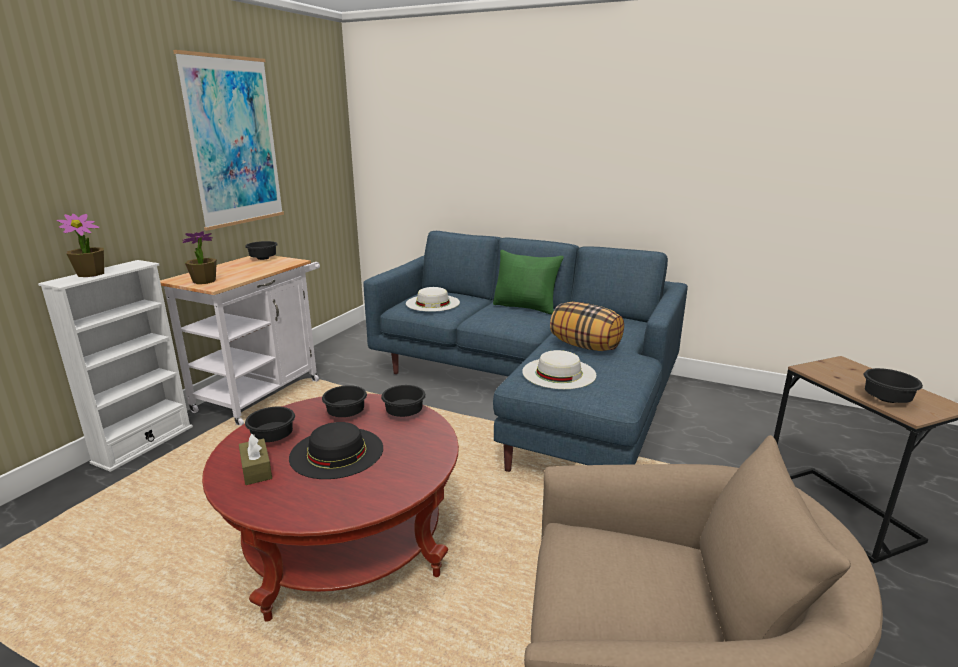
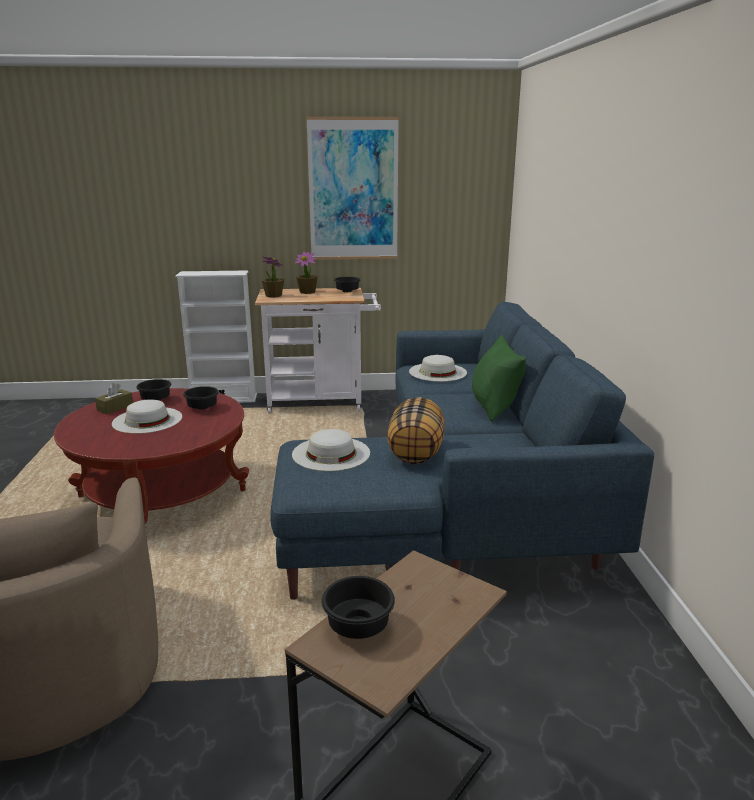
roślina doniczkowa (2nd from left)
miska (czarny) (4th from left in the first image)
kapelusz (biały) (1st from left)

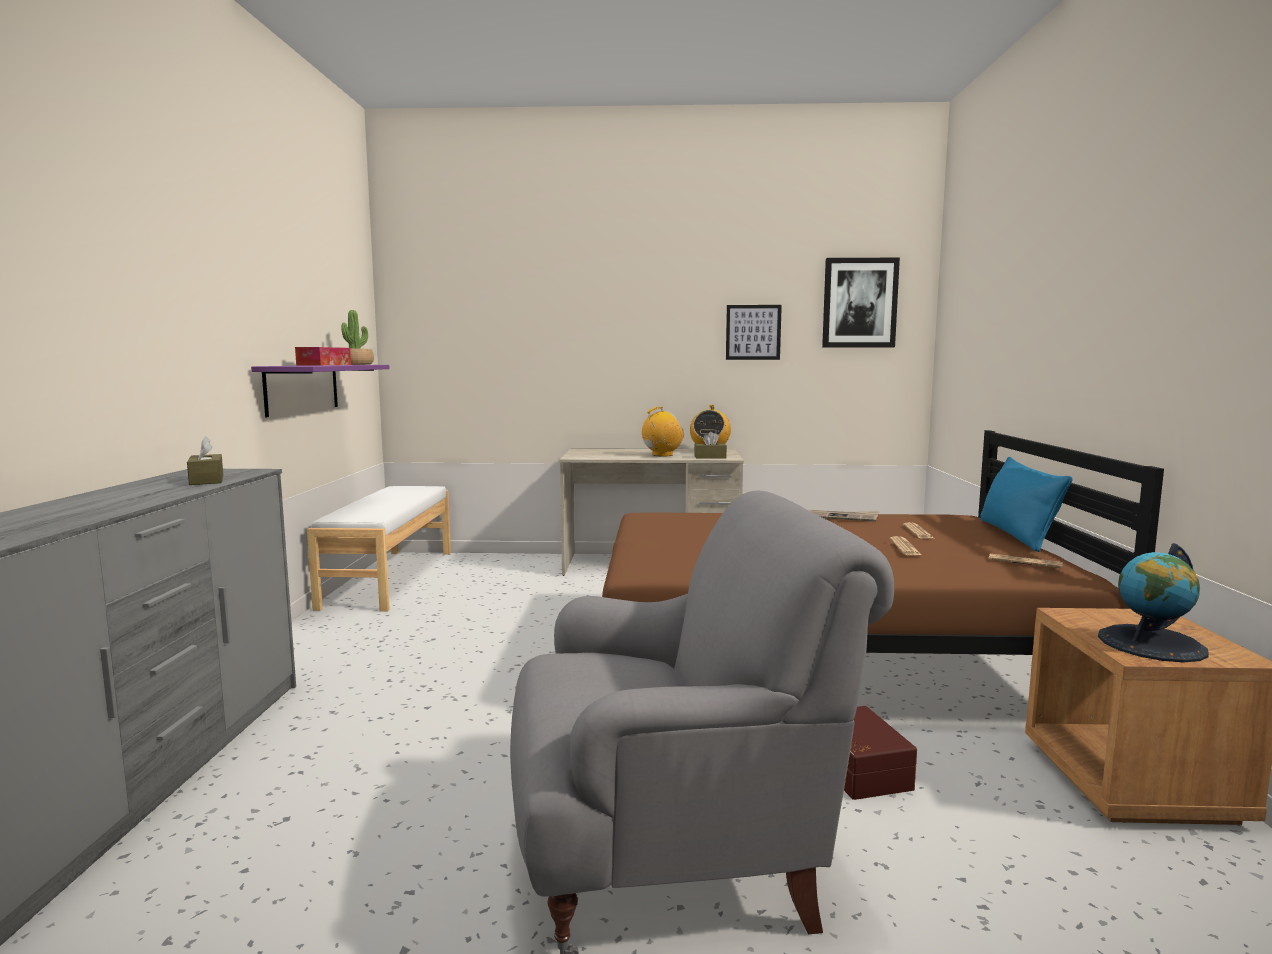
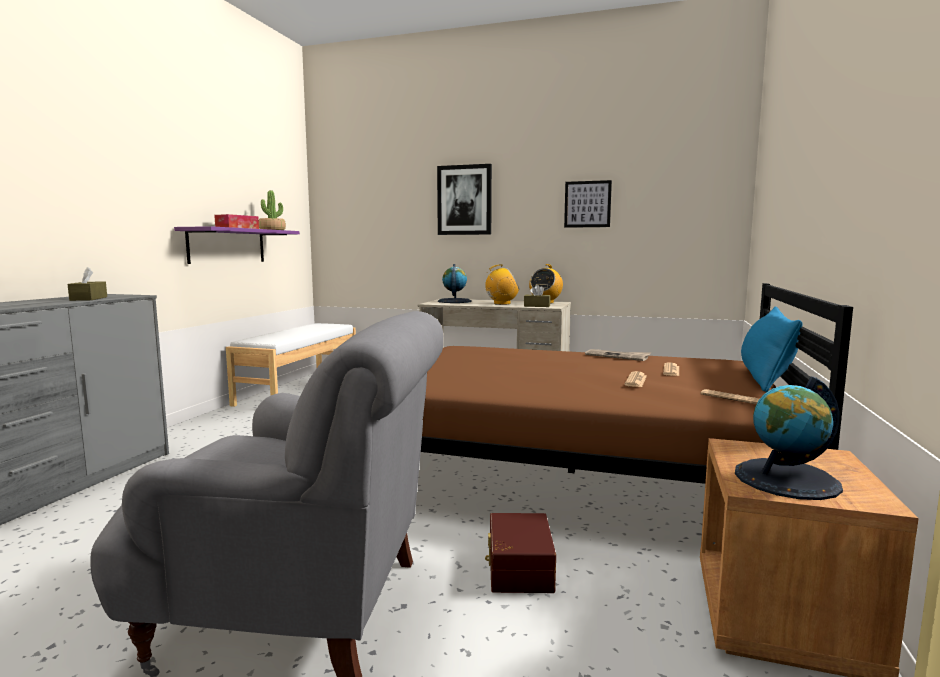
obraz (1st from left)
globus (1st from left)

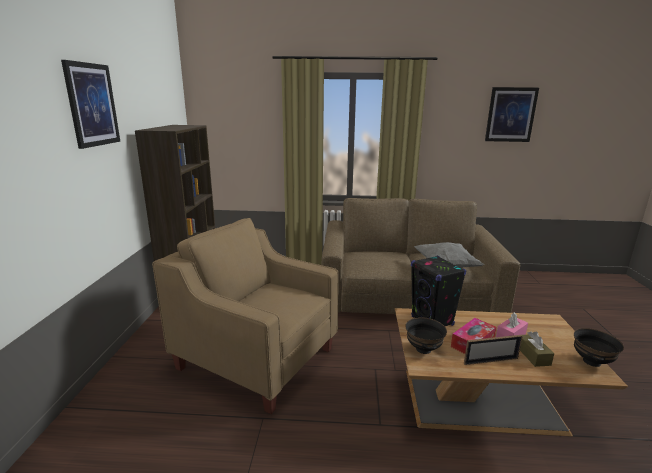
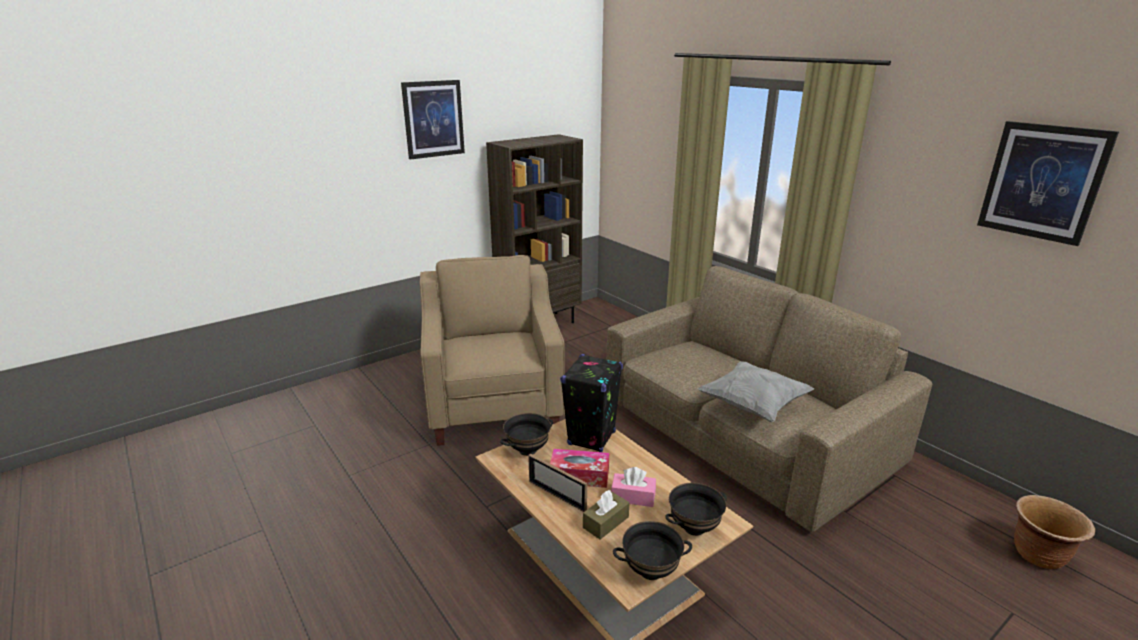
miska (czarny) (3rd from left)
donica (brązowy)

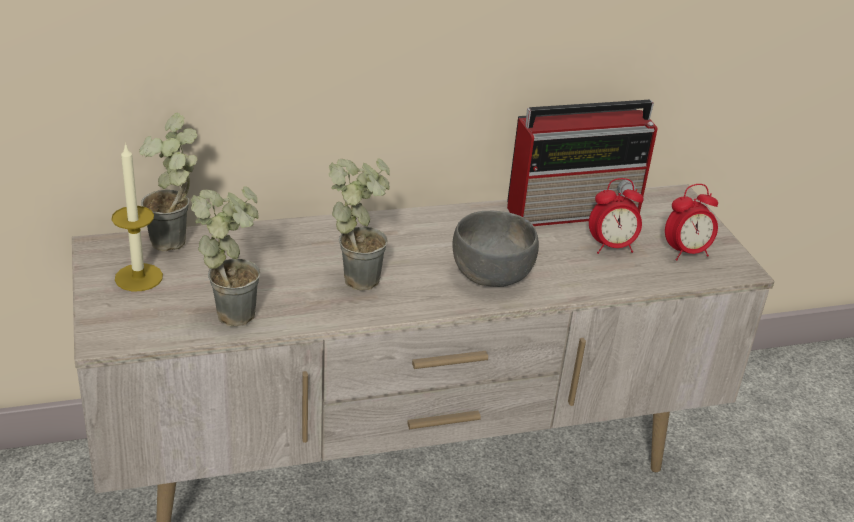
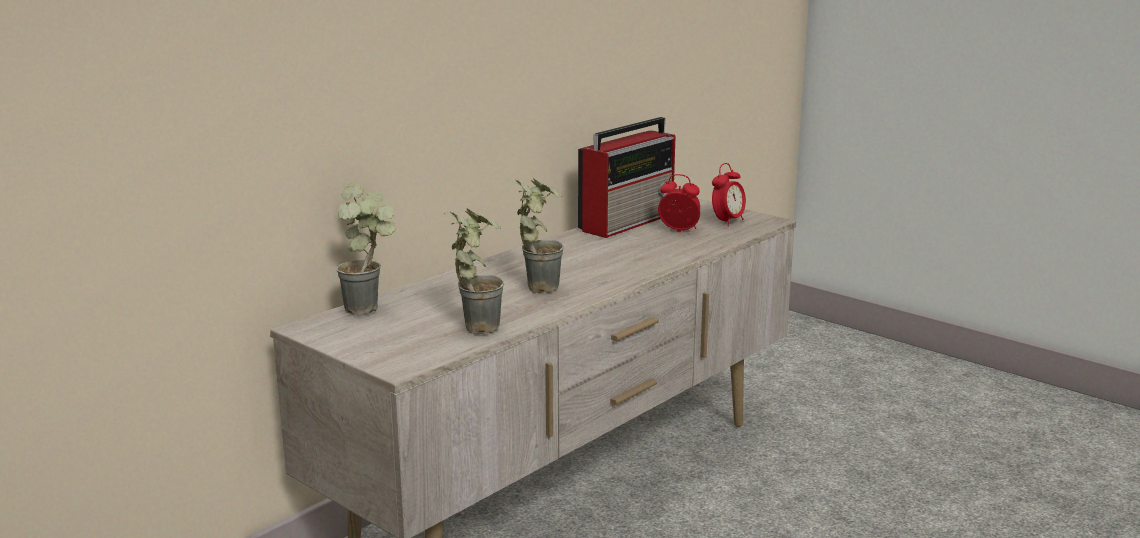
świeca
budzik (1st from left)
miska (szary)

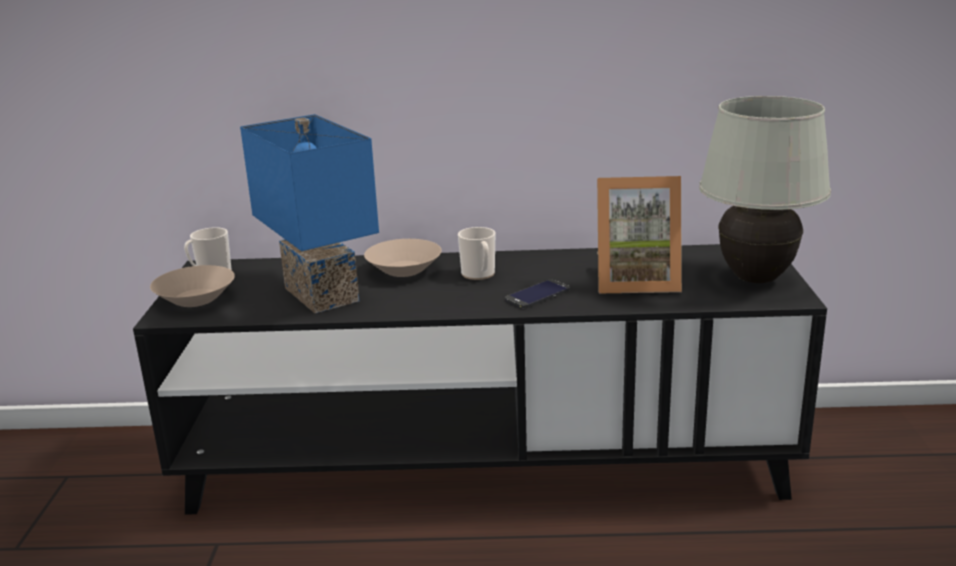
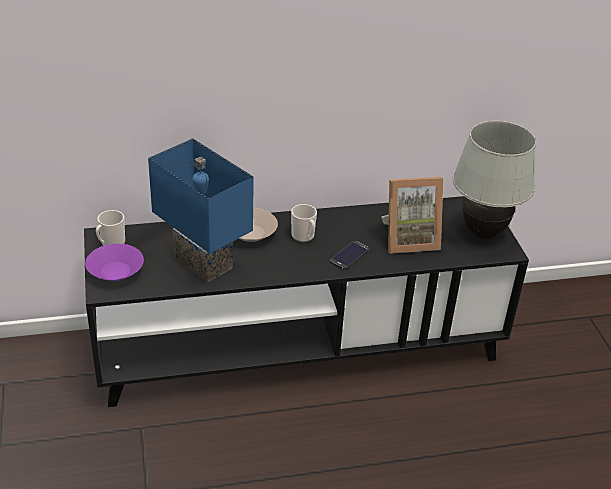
miska (fioletowy)

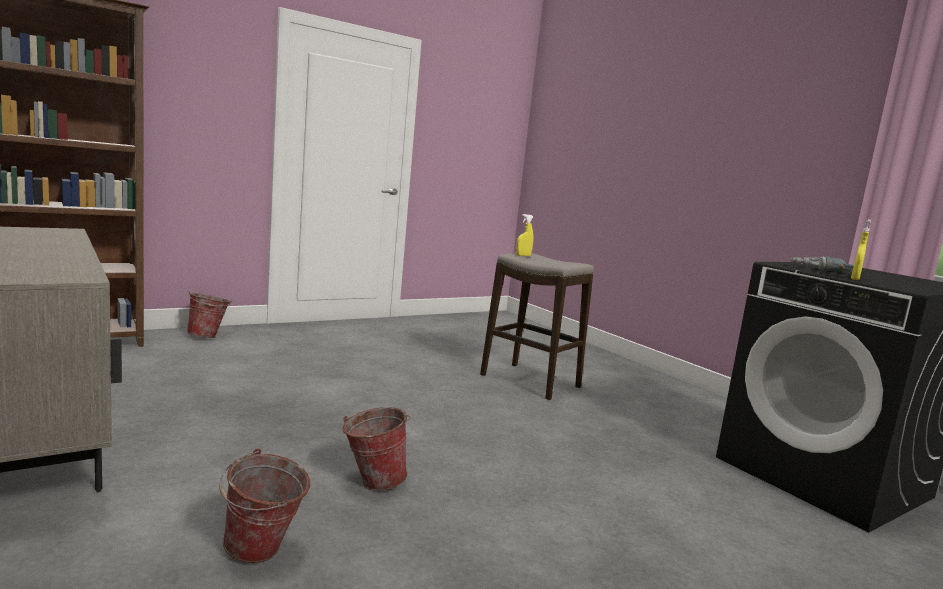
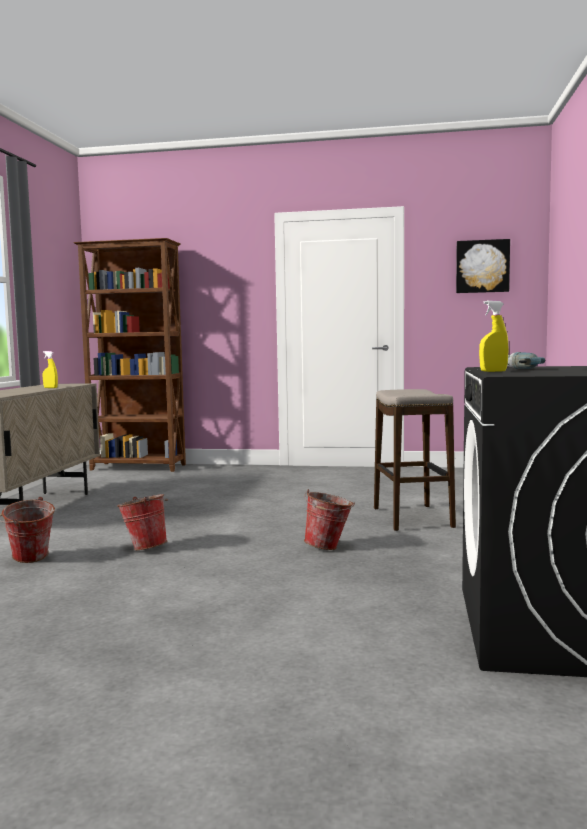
spryskiwacz (żółty) (1st from left)
wiadro (3rd from left)
obraz

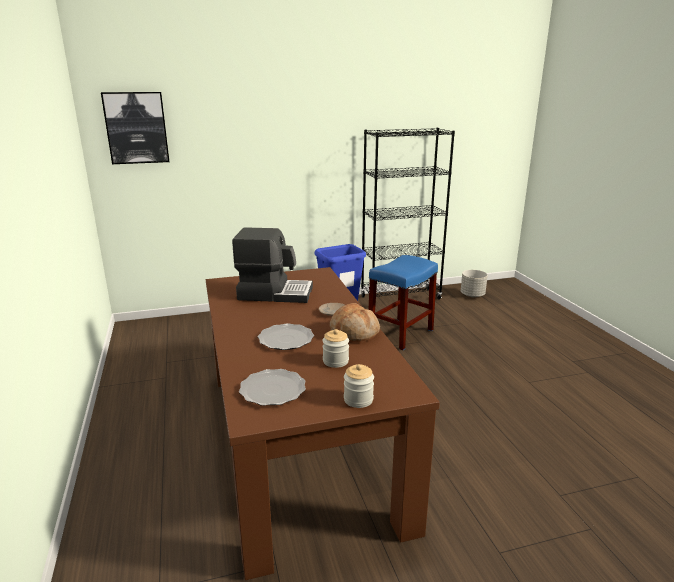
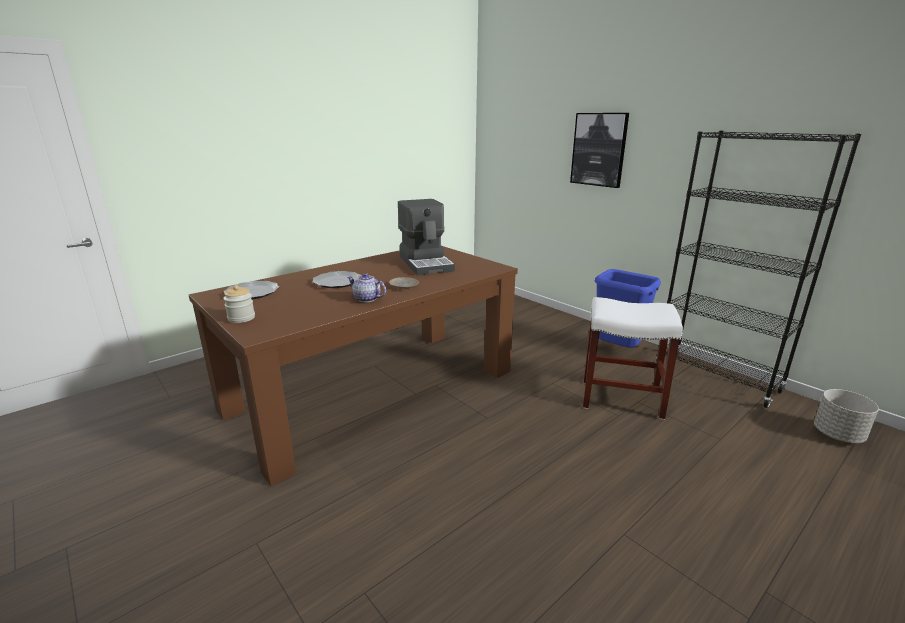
obraz
stołek (biały)
imbryk
słoik (1st from left in the first image)

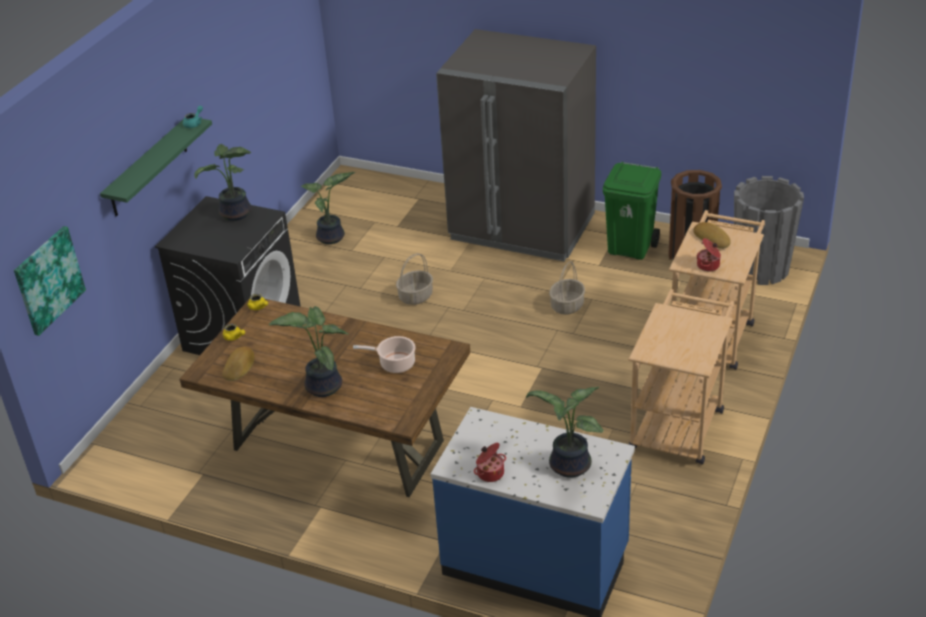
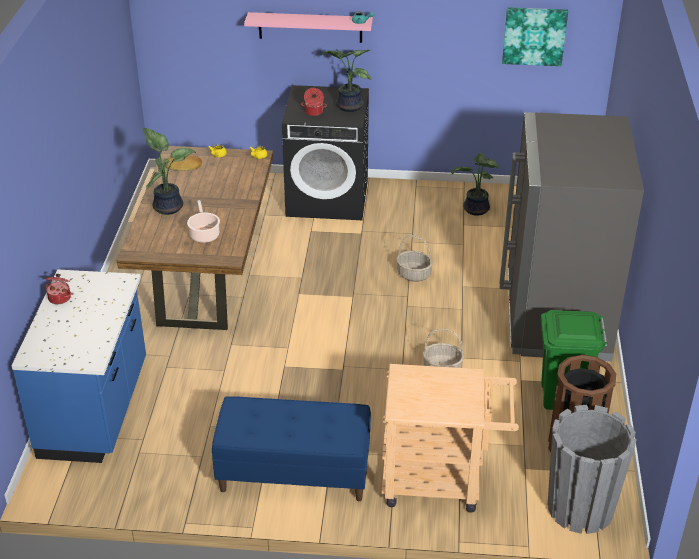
półka (różowy)
chleb (2nd from left in the first image)
obraz
garnek (3rd from left)
ławka (niebieski)
roślina doniczkowa (4th from left in the first image)

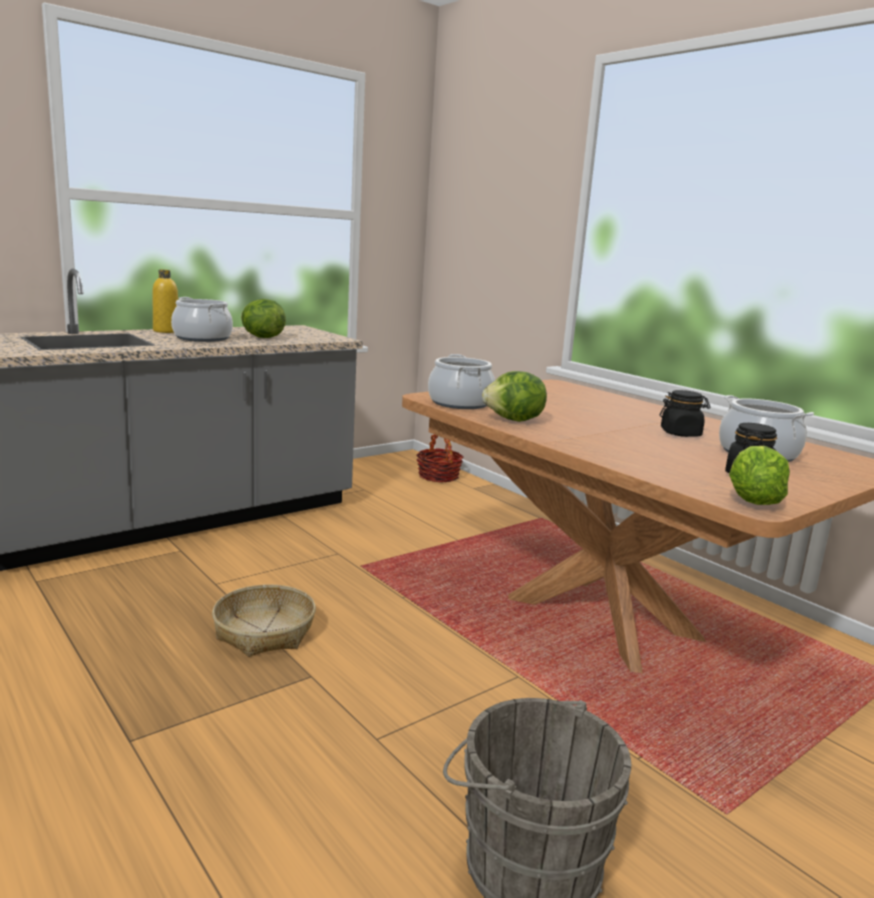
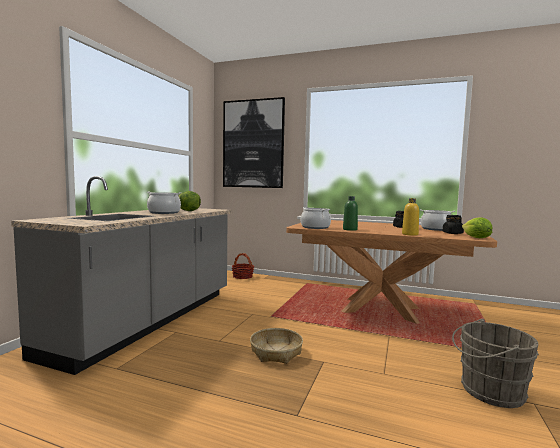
butelka (żółty)
butelka (zielony)
obraz

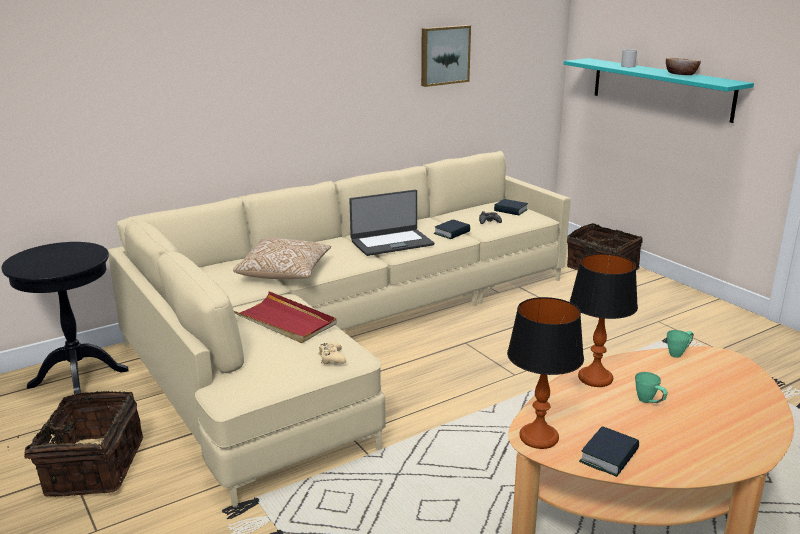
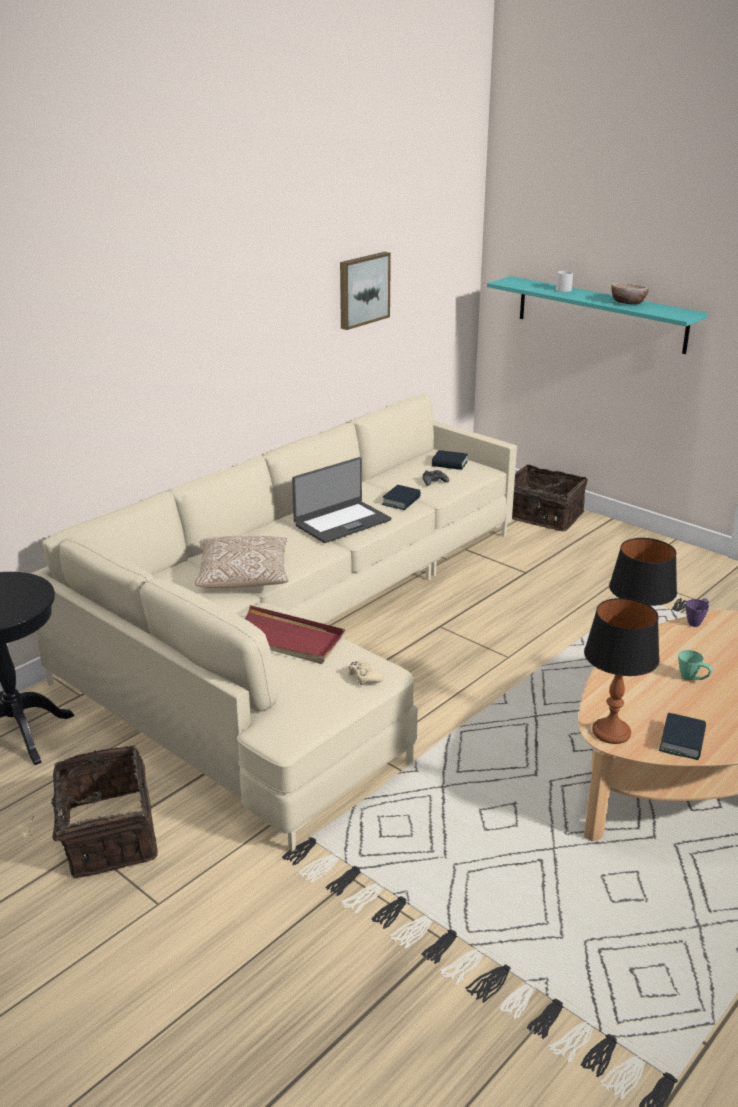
kubek (fioletowy)

